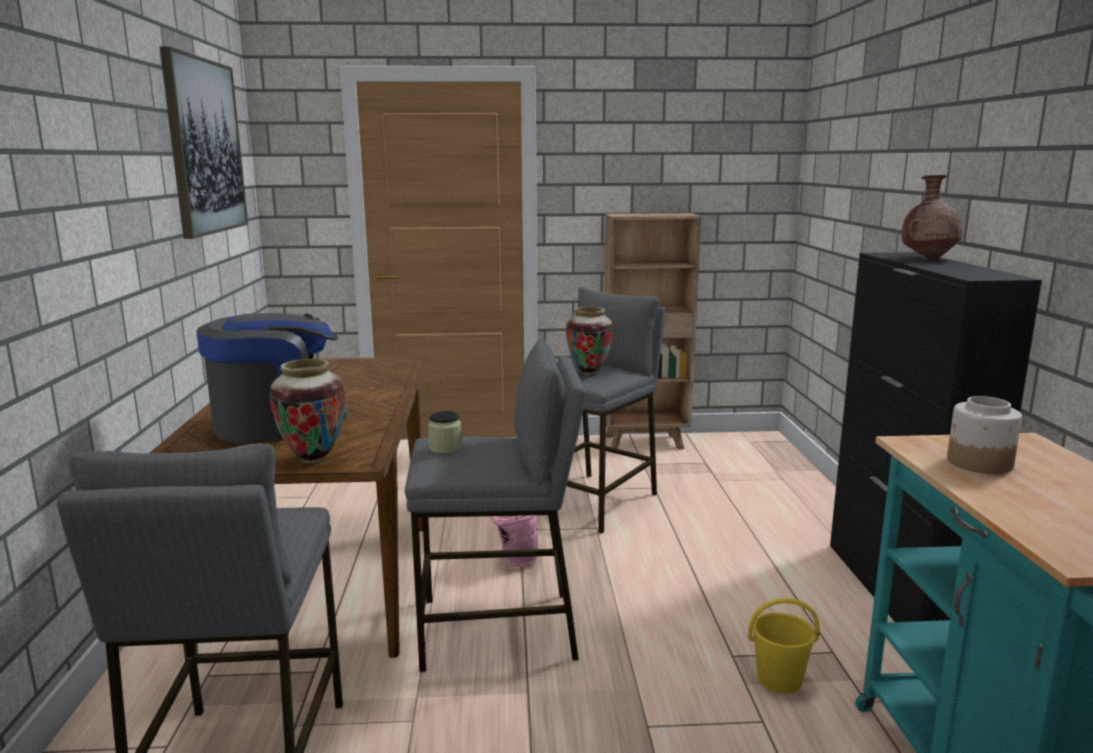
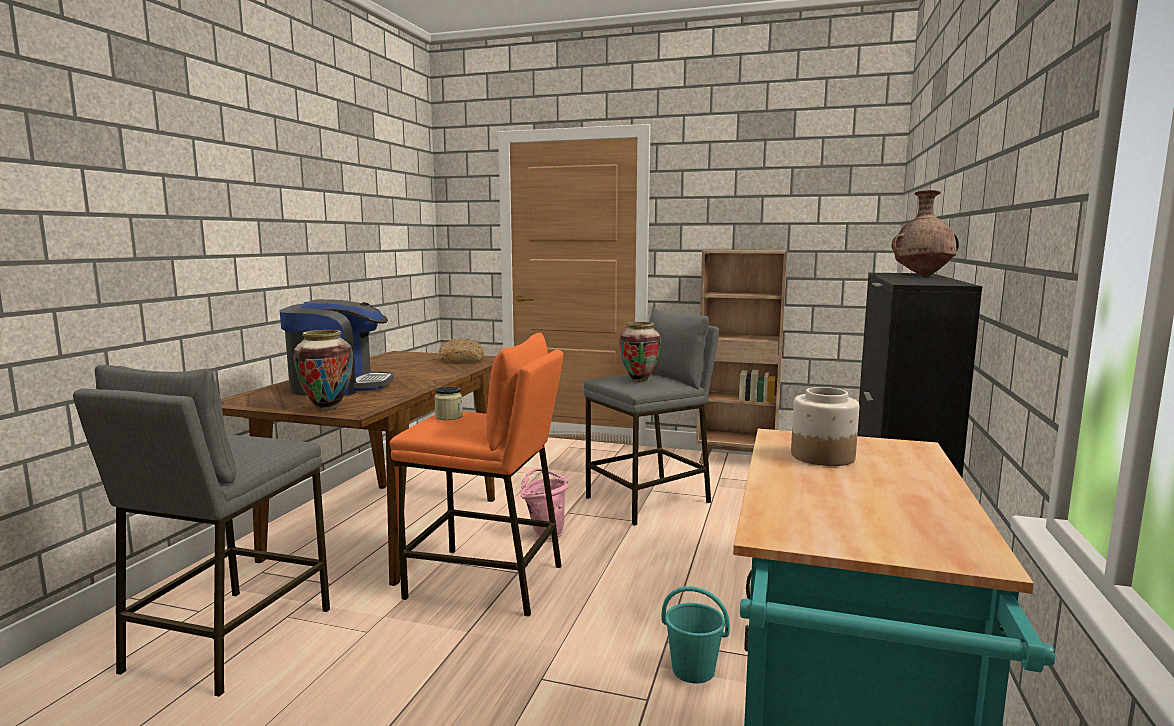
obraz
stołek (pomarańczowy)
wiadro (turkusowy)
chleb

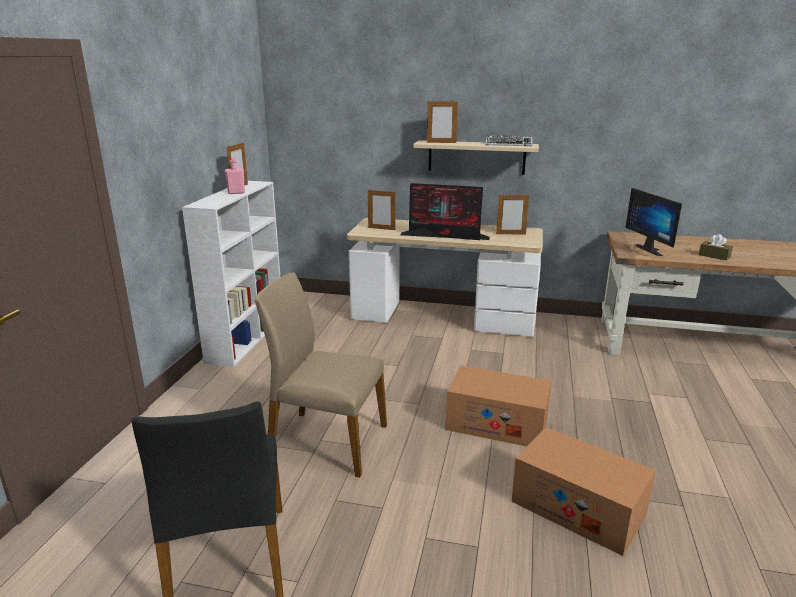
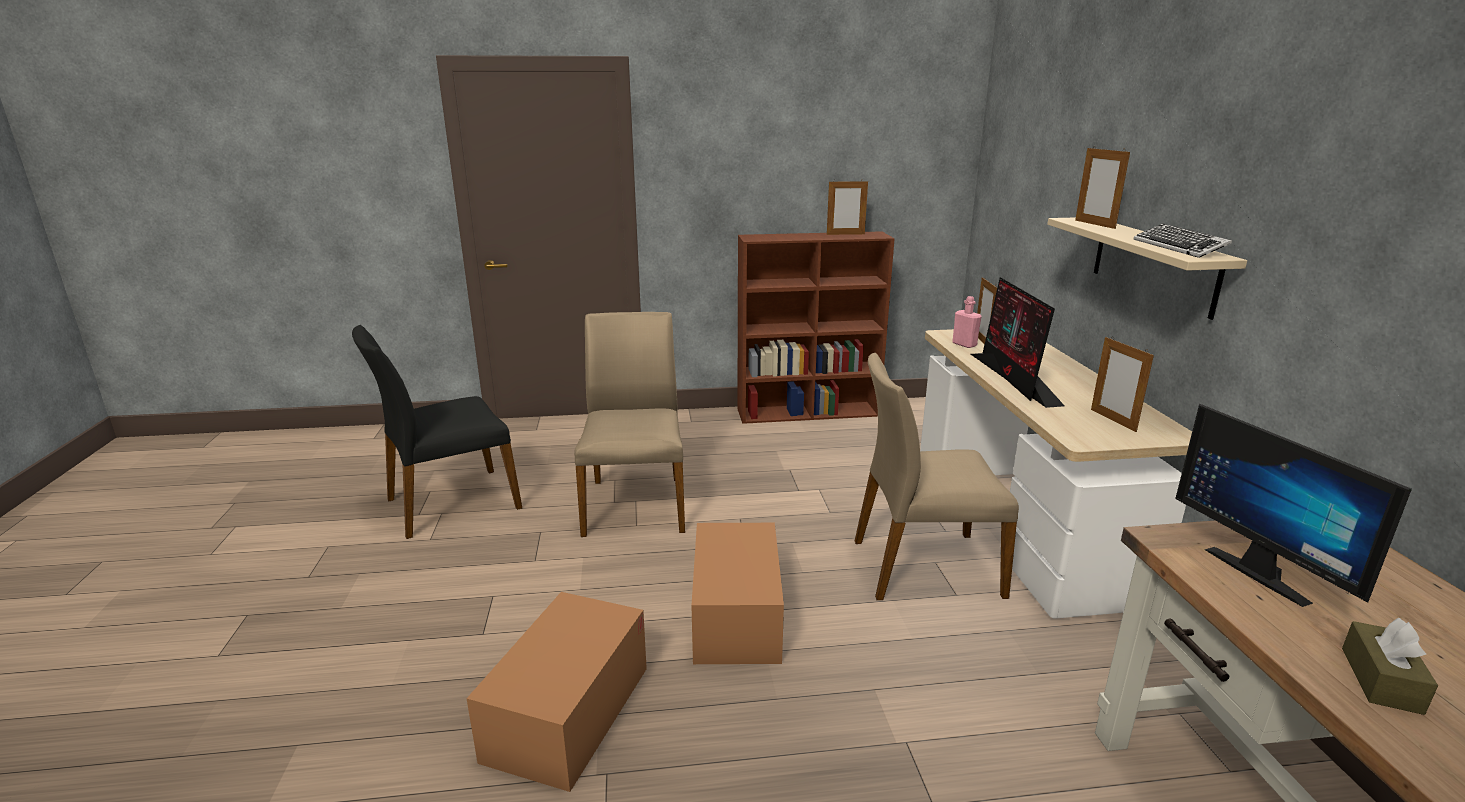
butelka (różowy)
regał (brązowy)
monitor (2nd from left)
krzesło (beżowy) (2nd from left)

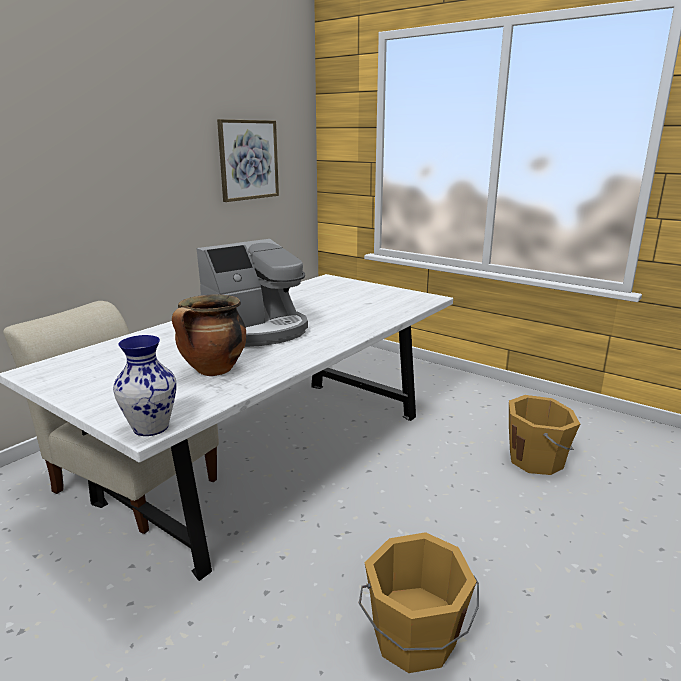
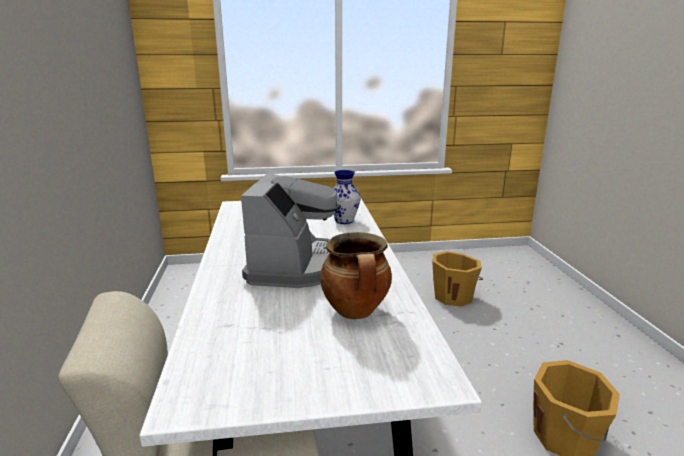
obraz
wazon

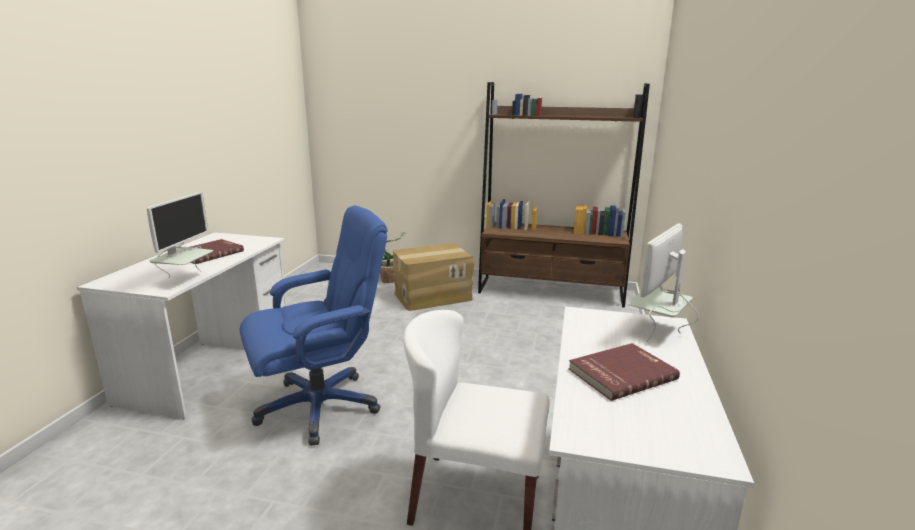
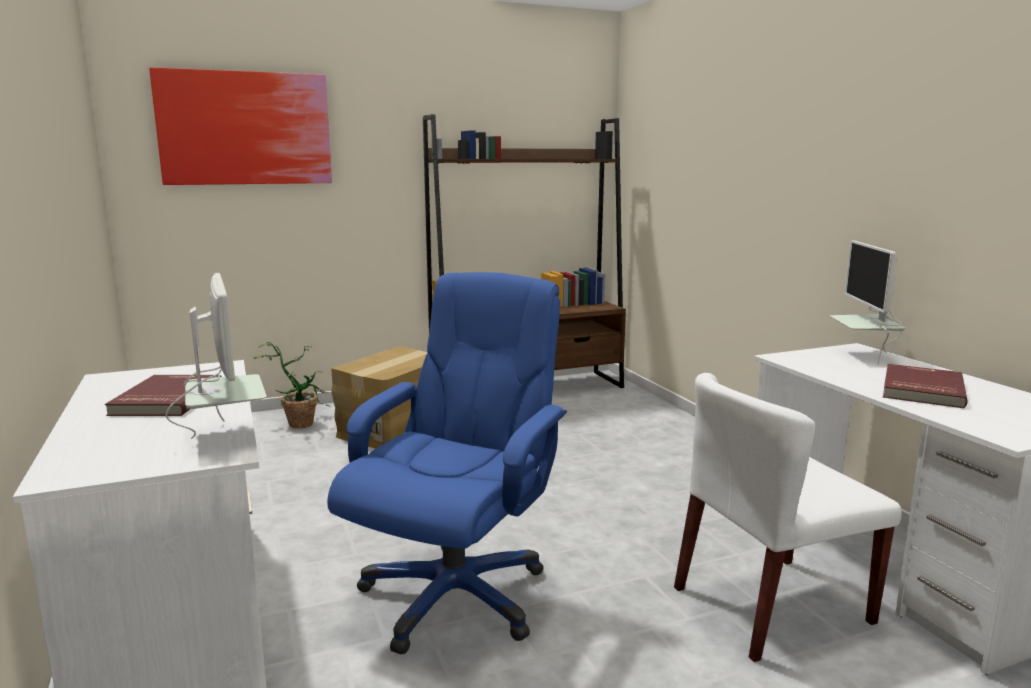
obraz

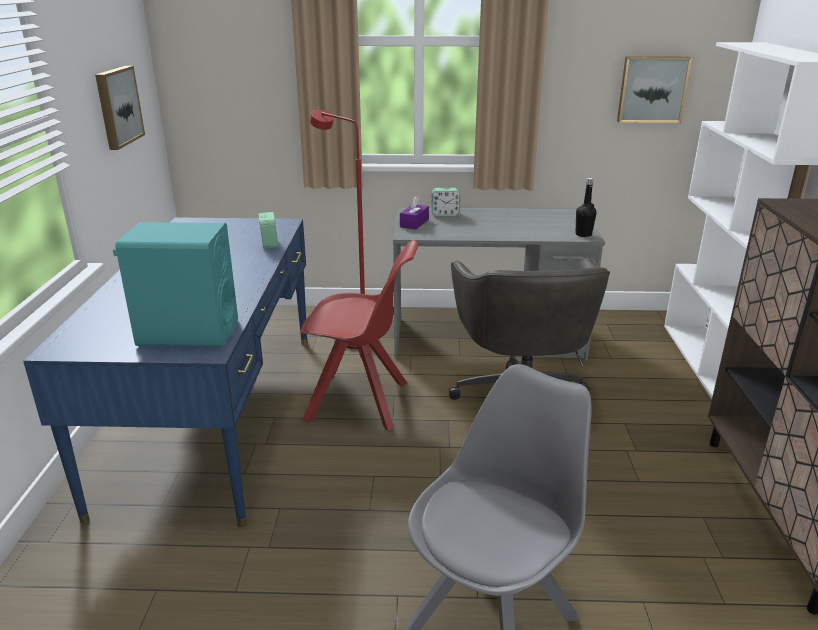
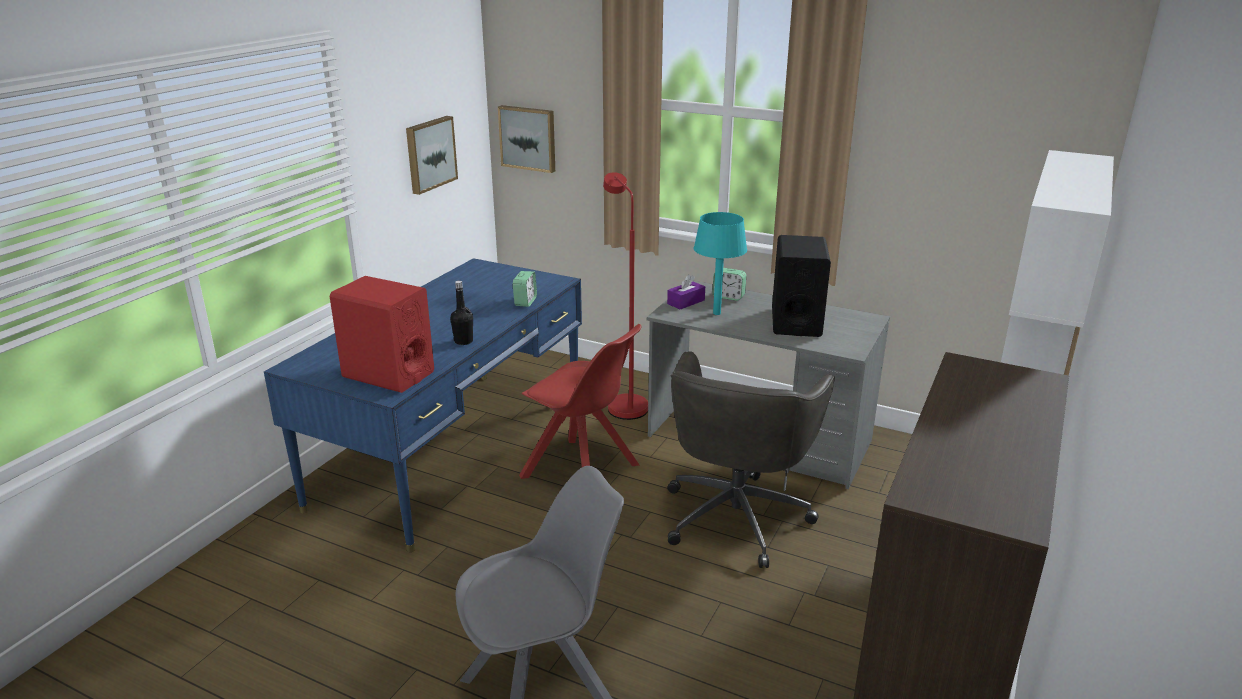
obraz (2nd from left)
butelka (czarny)
głośnik (czerwony)
lampa stołowa (turkusowy)
głośnik (czarny)

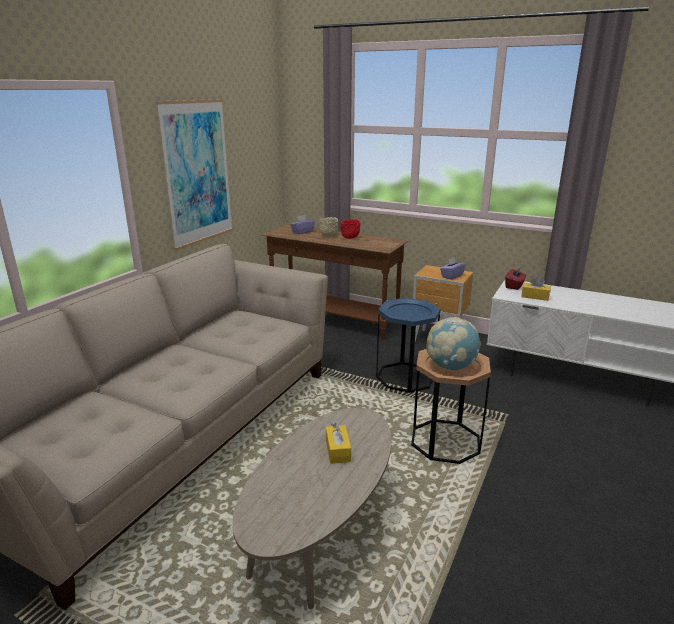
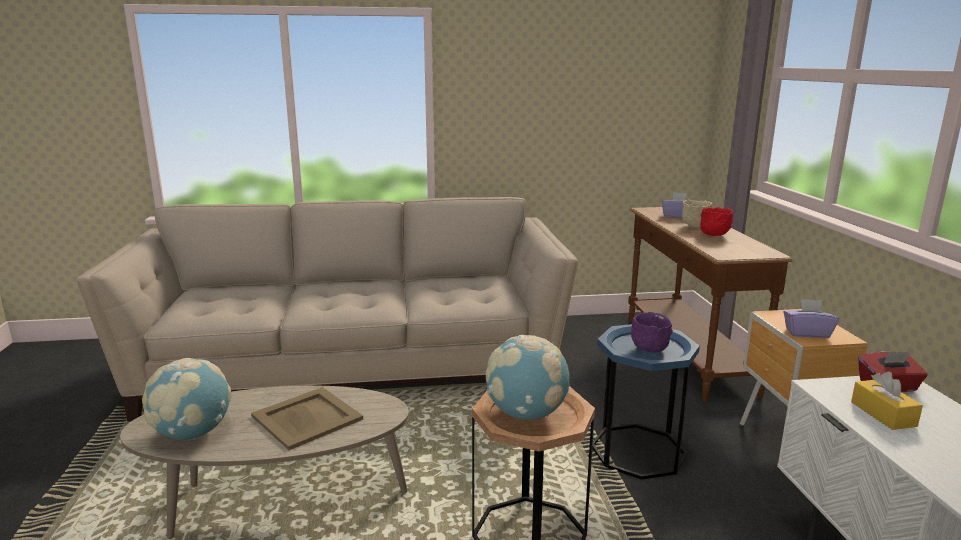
obraz
taca (beżowy)
miska (fioletowy)
globus (1st from left)

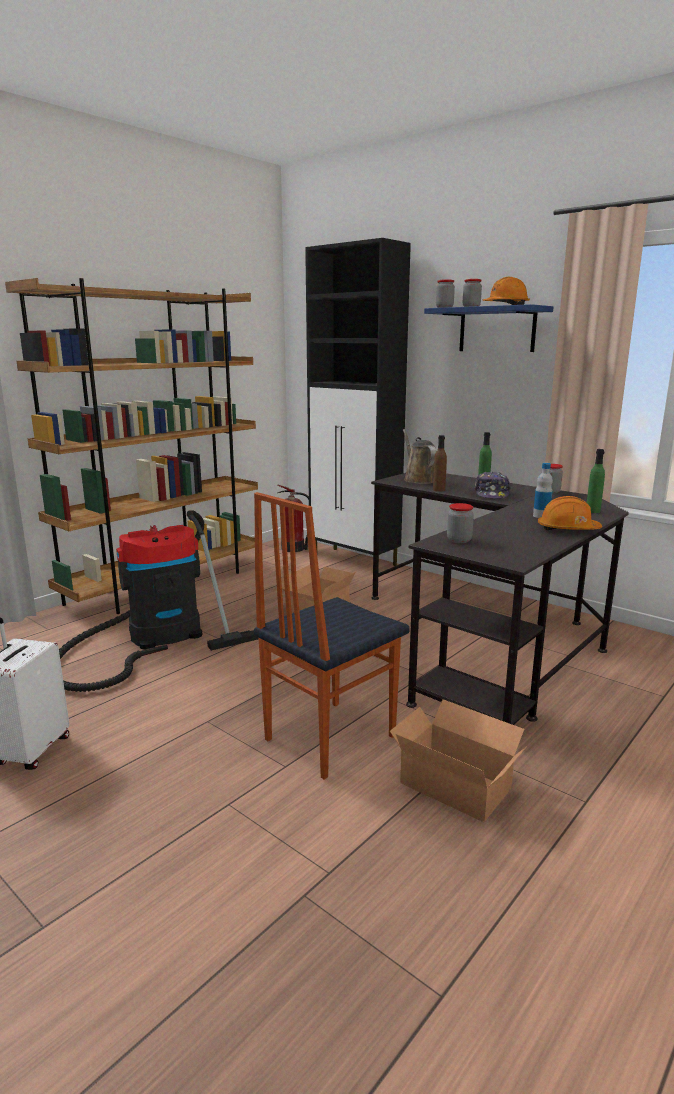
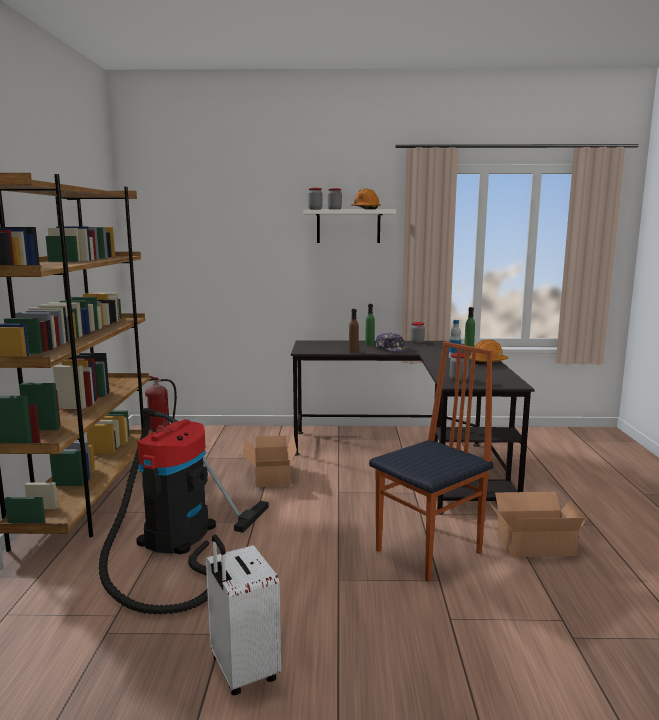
szafka (czarny)
półka (biały)
konewka (brązowy)
krzesło

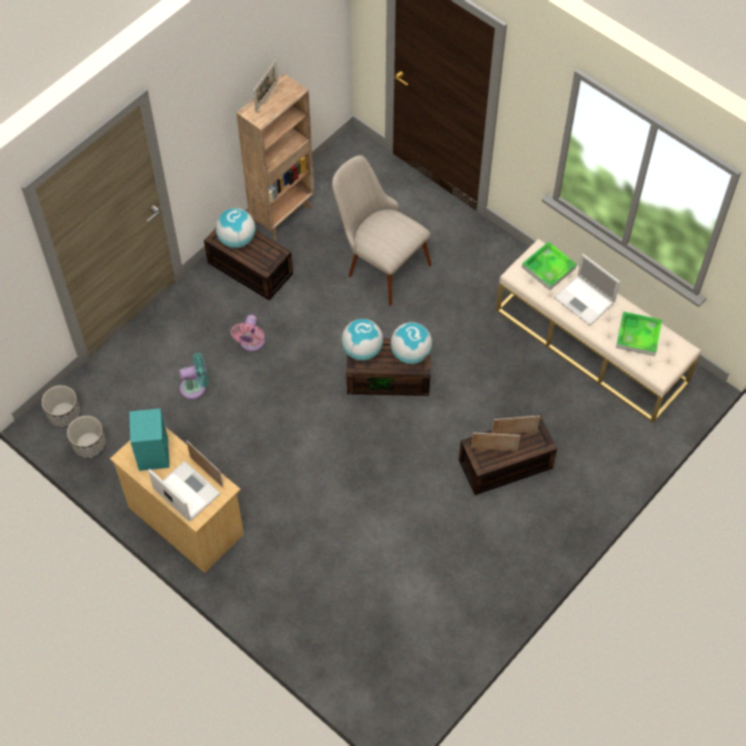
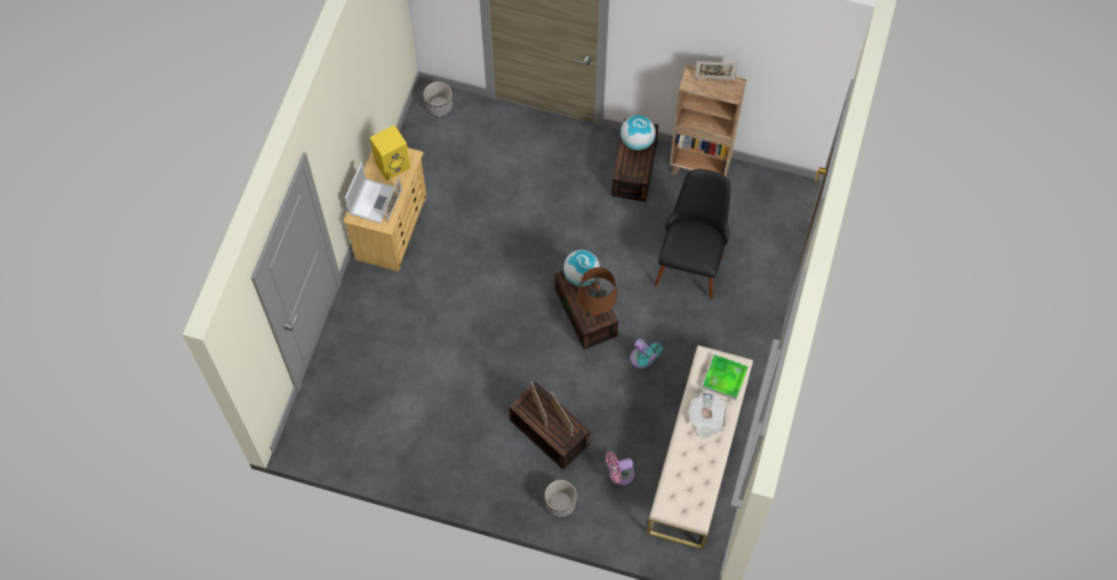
krzesło (czarny)
gazeta
taca (2nd from left in the first image)
wentylator (różowy)
lampa stołowa (brązowy)
wentylator (turkusowy)
głośnik (żółty)
donica (2nd from left)

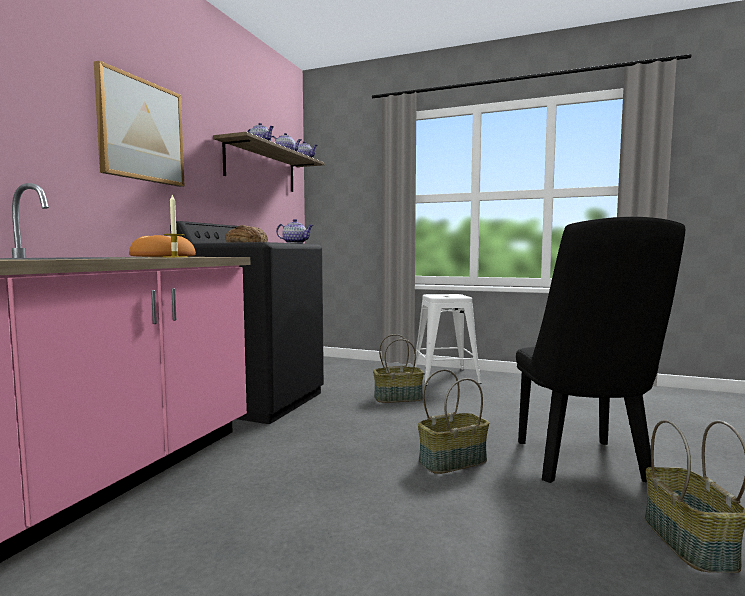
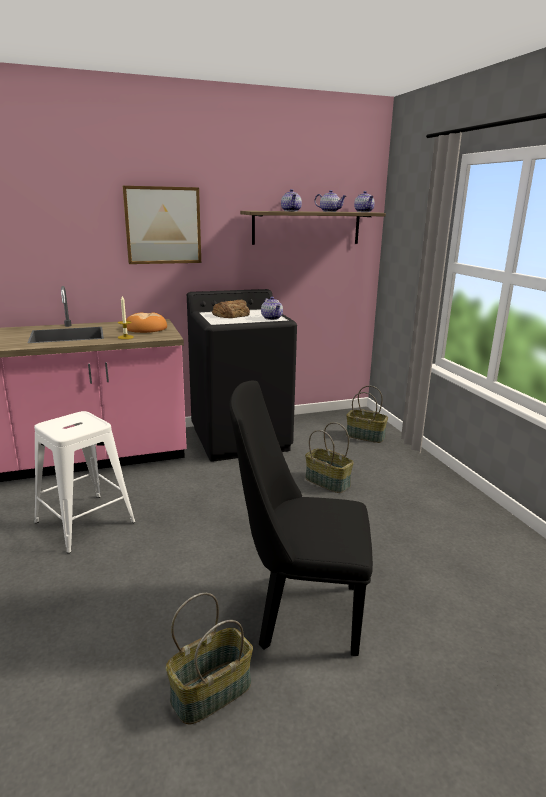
krzesło (czarny)
stołek (biały)
koszyk (3rd from left)

